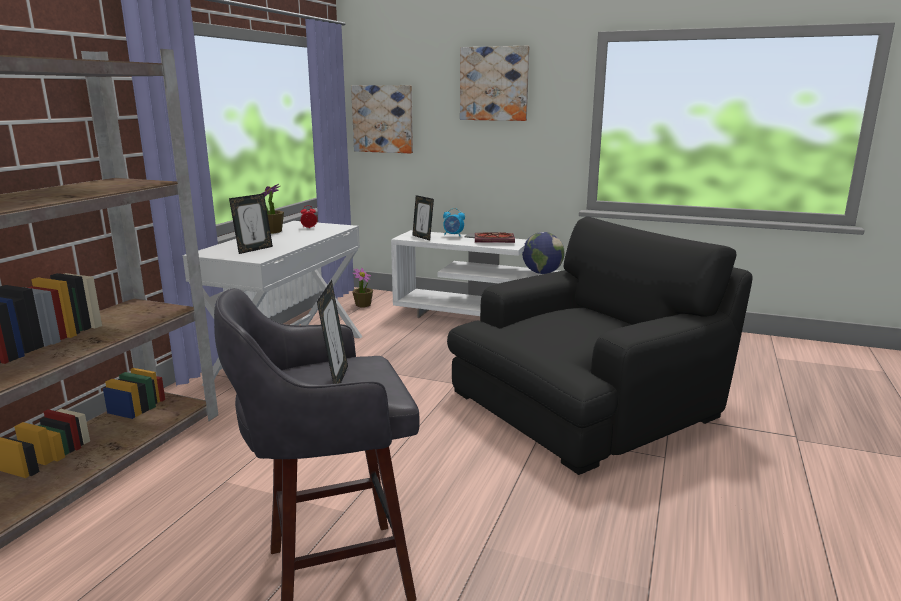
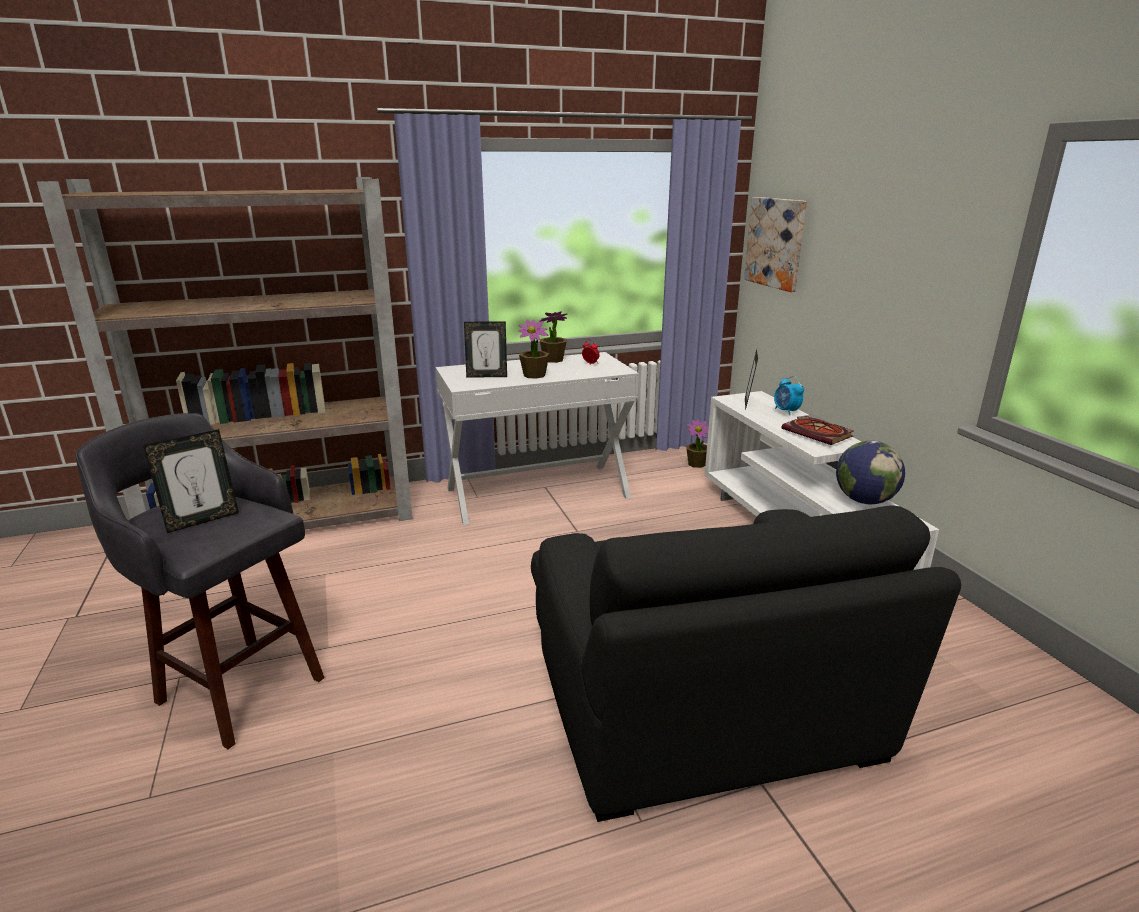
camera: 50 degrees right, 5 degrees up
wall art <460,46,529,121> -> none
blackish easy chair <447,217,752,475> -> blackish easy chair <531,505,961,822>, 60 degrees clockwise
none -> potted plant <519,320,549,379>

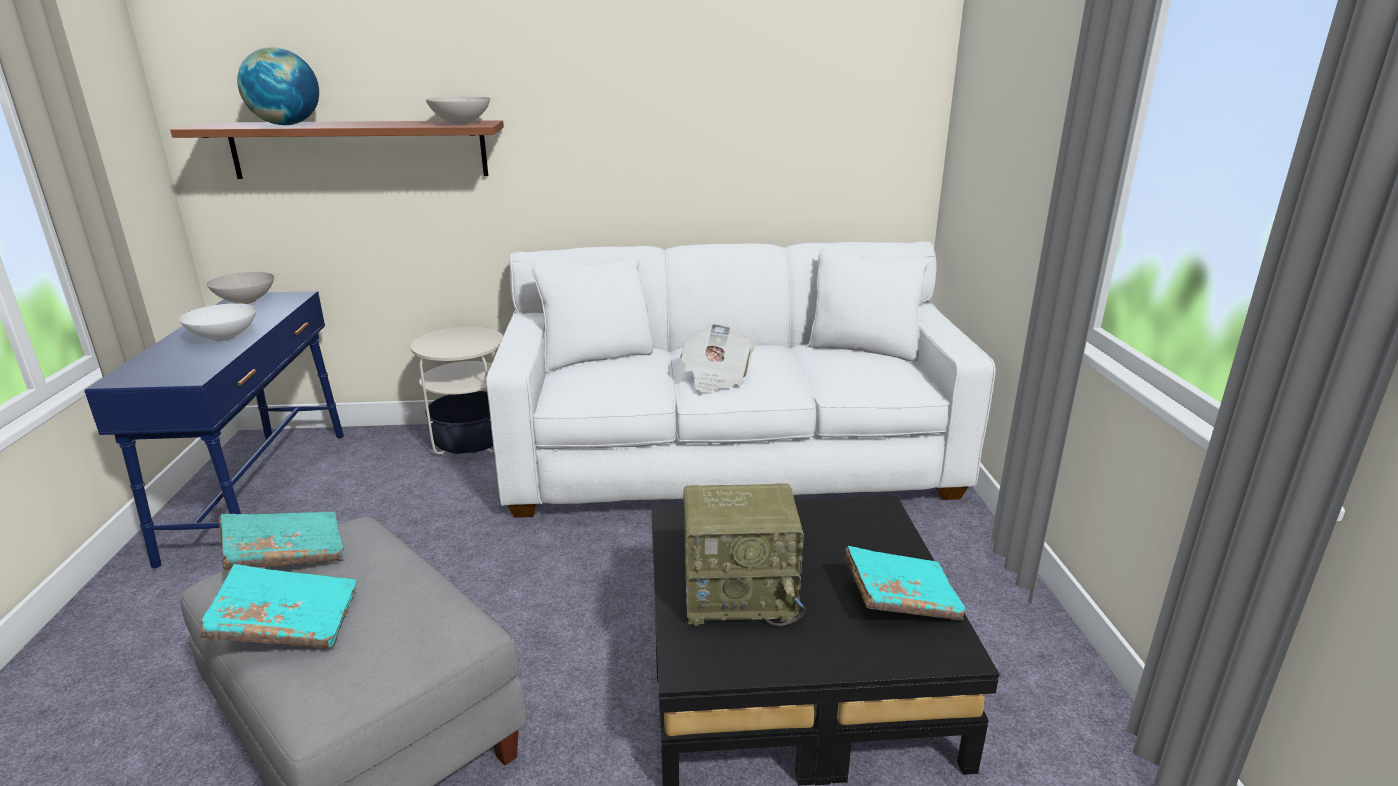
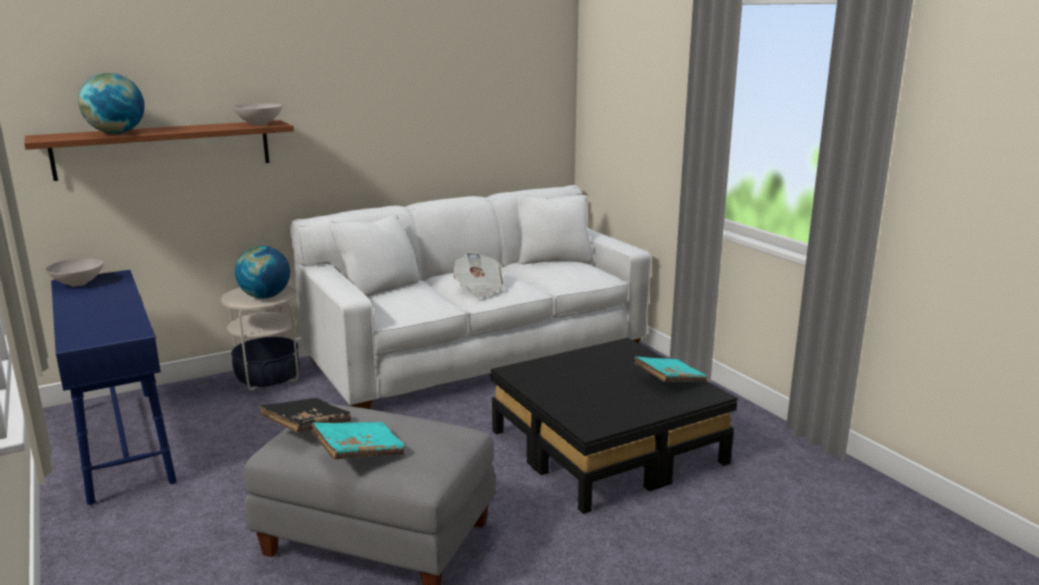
camera: 25 degrees left, 5 degrees down
white-coloured bowl <179,303,256,342> -> none
radio <683,483,805,627> -> none
turquoise book <219,512,344,570> -> blackish book <259,398,351,432>
none -> globe <235,246,290,299>

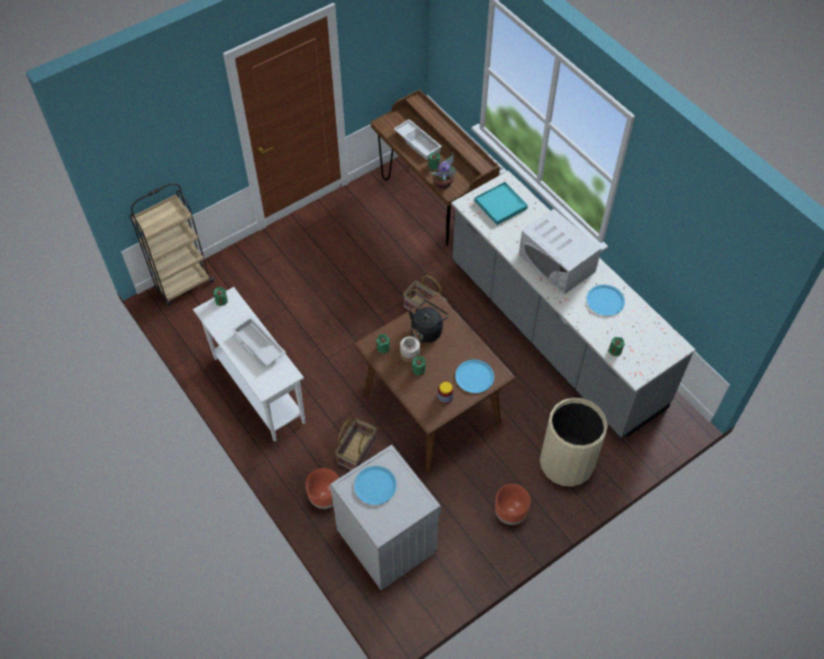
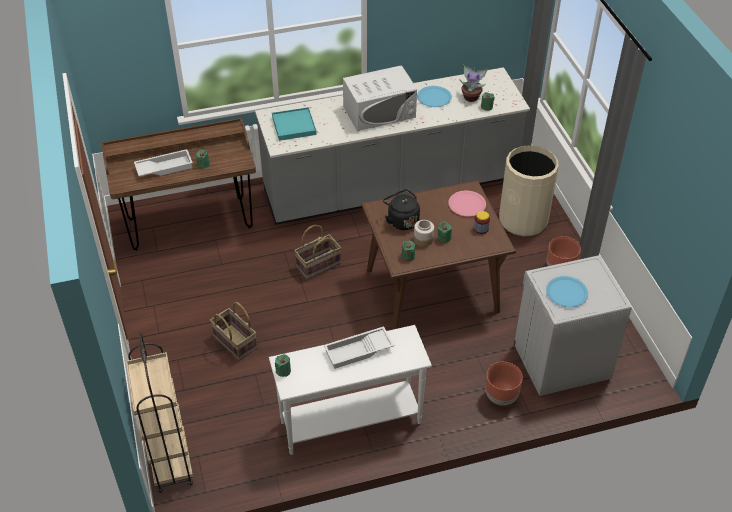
camera: 70 degrees left, 10 degrees down
potted plant <430,152,457,189> -> potted plant <459,64,489,102>, shifted
bluish dinner plate <455,360,494,393> -> pink dinner plate <448,191,486,217>
household basket <335,418,377,470> -> household basket <210,302,257,361>, shifted

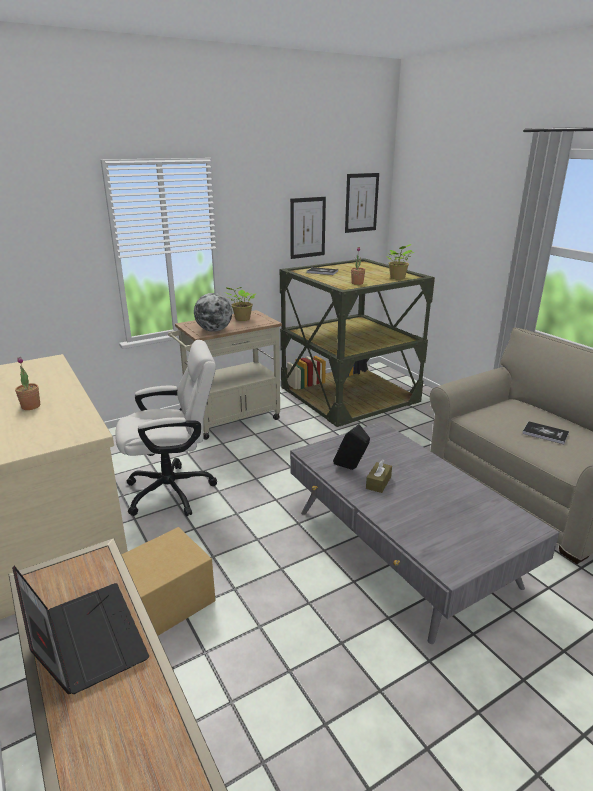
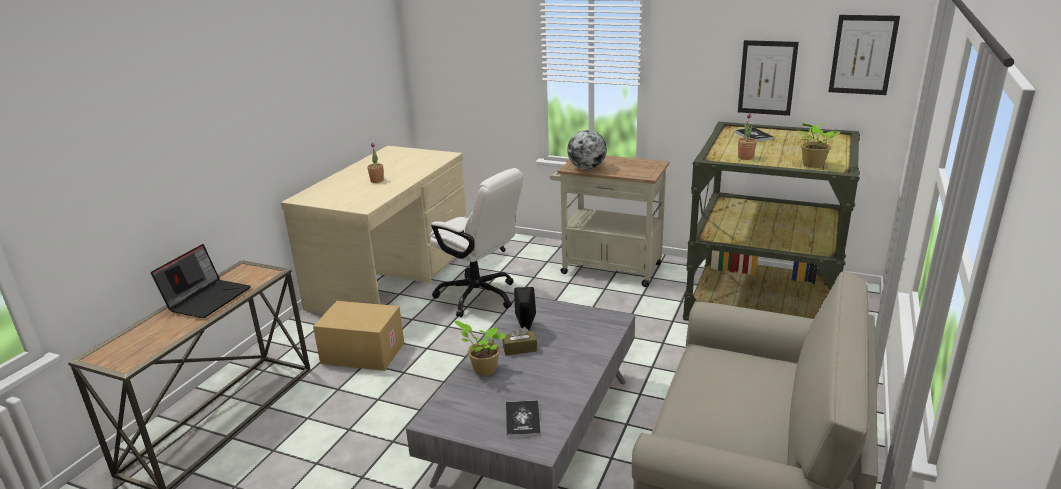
camera: 55 degrees right, 0 degrees up
potted plant <224,287,256,321> -> potted plant <454,321,506,376>, shifted
book <522,421,569,444> -> book <506,400,541,438>, shifted

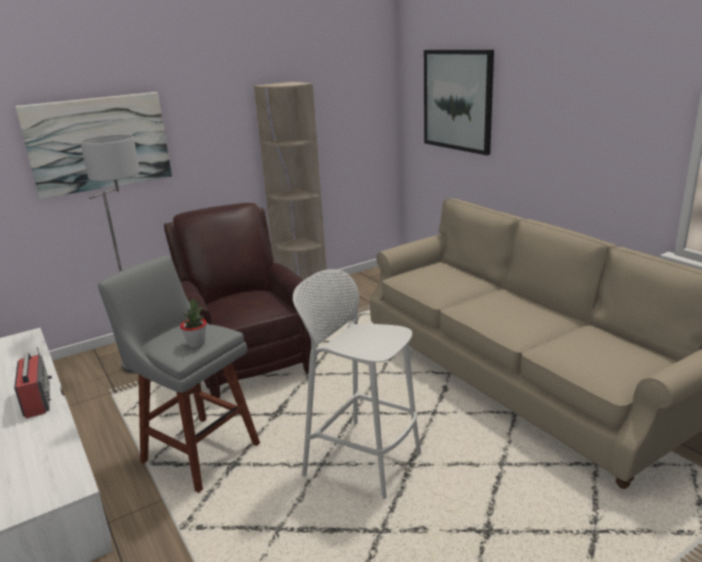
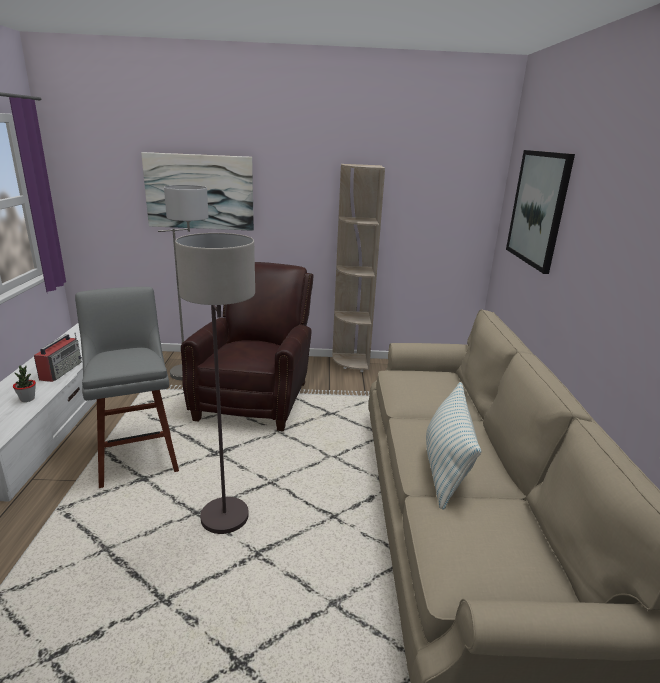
camera: 30 degrees right, 0 degrees up
white-coloured stool seat <293,269,421,499> -> gray standard lamp <175,233,255,534>
potted plant <180,298,207,347> -> potted plant <13,365,36,402>, shifted
none -> cushion <426,382,481,510>

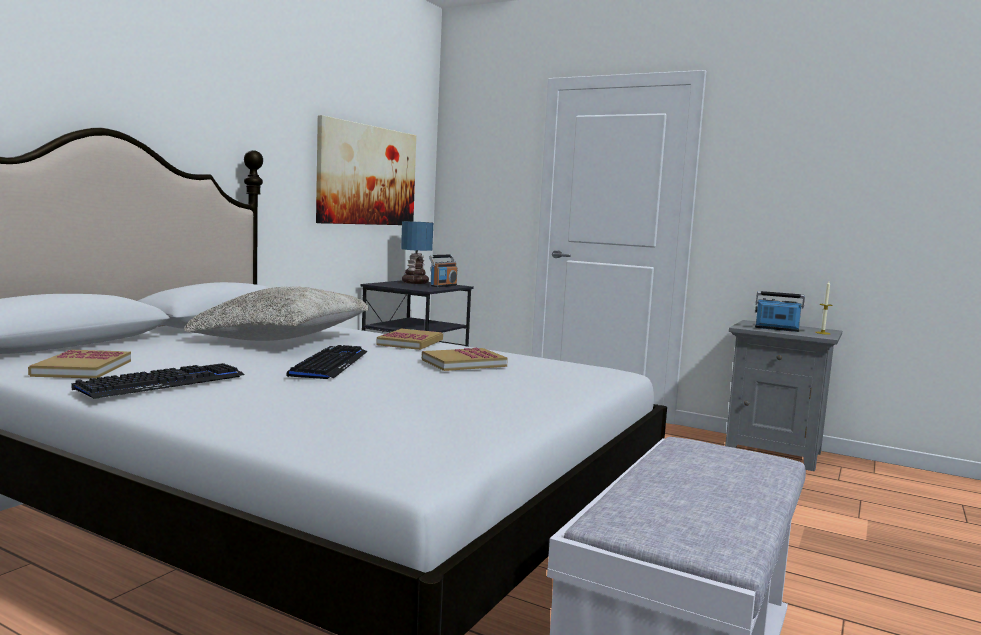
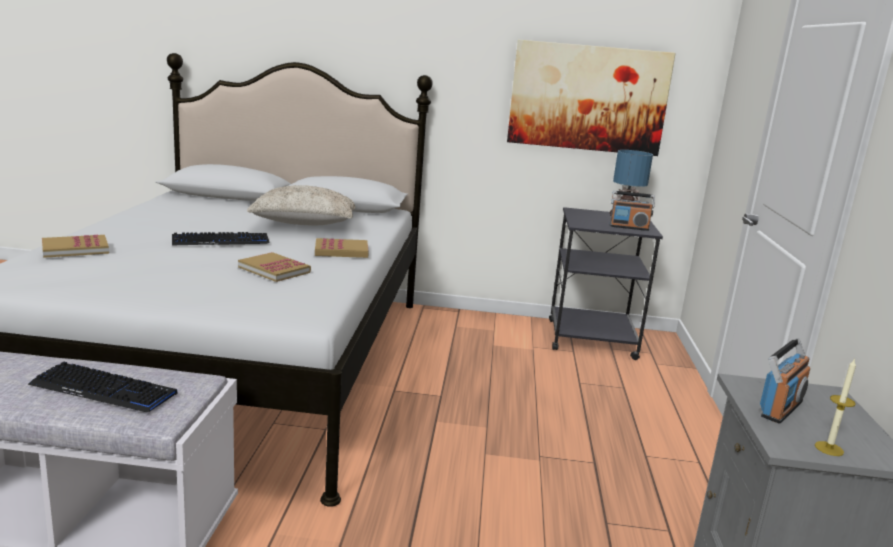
camera: 65 degrees right, 10 degrees up
radio <755,291,805,332> -> radio <760,338,810,424>, 45 degrees clockwise
book <28,350,131,379> -> book <42,234,109,258>, shifted
keyboard <71,363,245,399> -> keyboard <28,362,177,412>, shifted

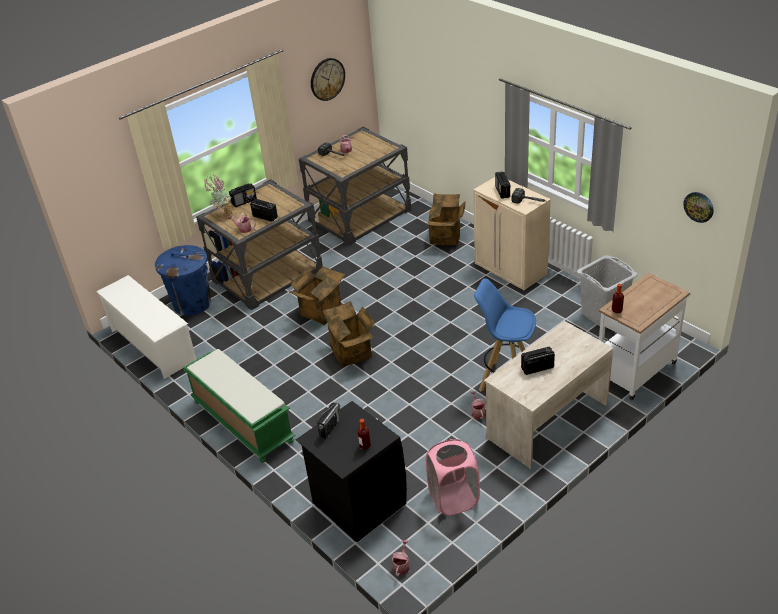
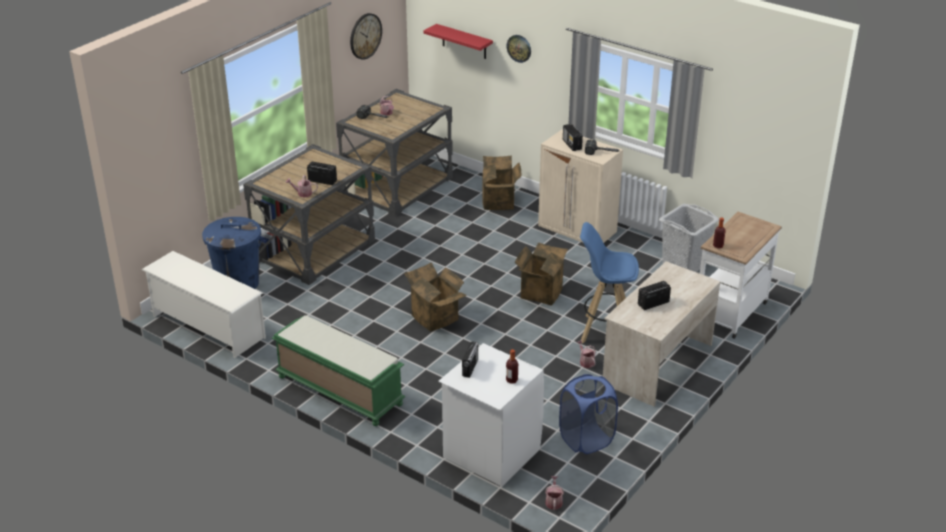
camera: 15 degrees left, 5 degrees down
potted plant <203,174,233,220> -> none
radio <229,183,257,207> -> none
wall clock <683,192,713,223> -> wall clock <506,35,531,63>, shifted
carton <289,266,345,325> -> carton <515,242,568,306>, shifted
blackish laundry appliance <296,401,407,542> -> white-coloured laundry appliance <438,343,544,487>
pink washing basket <426,439,480,516> -> bluish washing basket <559,374,618,454>
none -> red wall shelf <424,24,493,59>

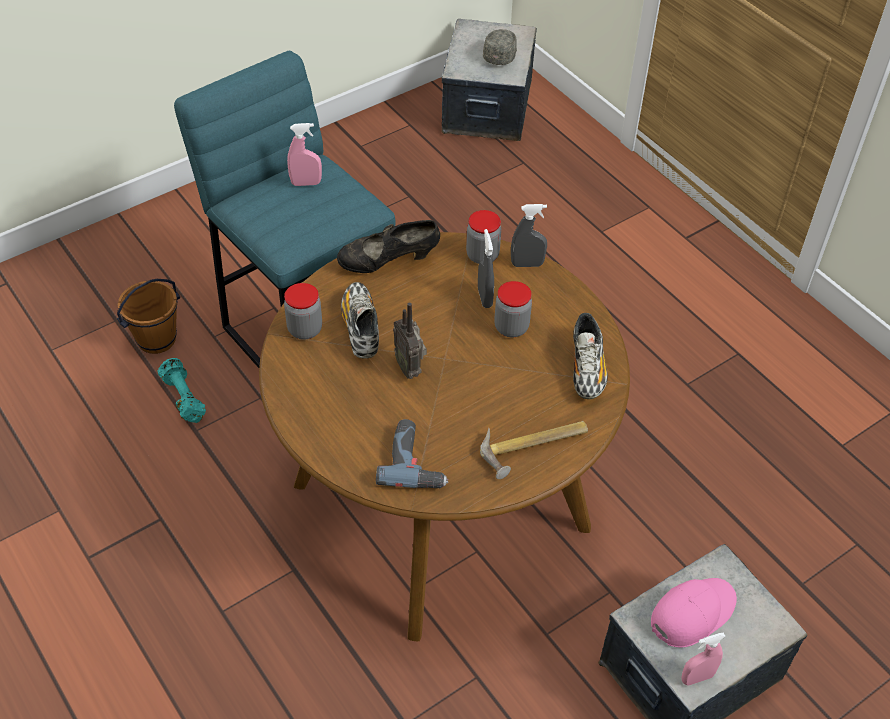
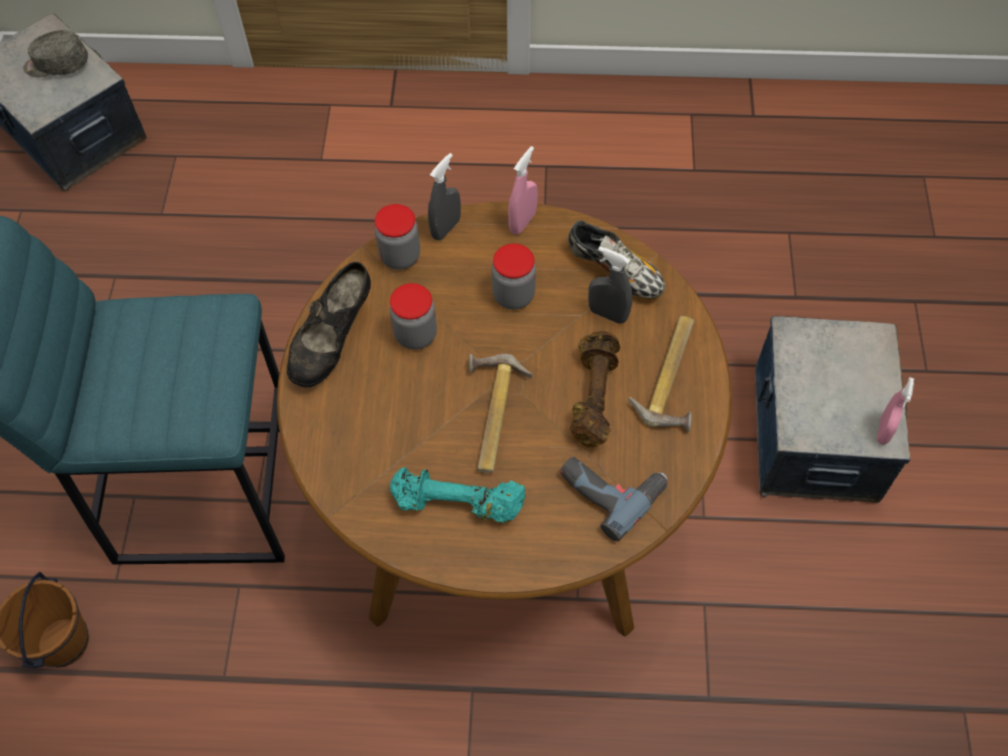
camera: 50 degrees left, 10 degrees up
gray cap <483,29,517,65> -> gray cap <23,30,88,77>, 60 degrees counterclockwise
pink sprayer <287,123,322,186> -> pink sprayer <508,146,538,234>, shifted
gray sprayer <478,229,494,308> -> gray sprayer <588,246,632,324>, shifted
item of footwear <341,282,379,359> -> none
jar <284,283,322,340> -> jar <390,283,437,350>, shifted
radio <393,303,427,379> -> hand hammer <469,354,532,473>
turquoise free weight <157,358,206,423> -> turquoise free weight <390,467,526,523>, shifted
pink cap <651,578,737,648> -> none
none -> brown-coloured free weight <570,331,620,448>

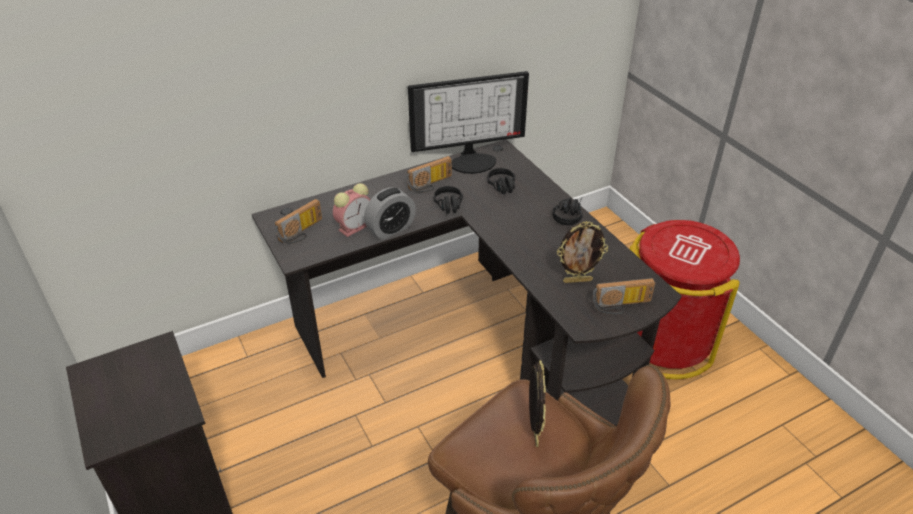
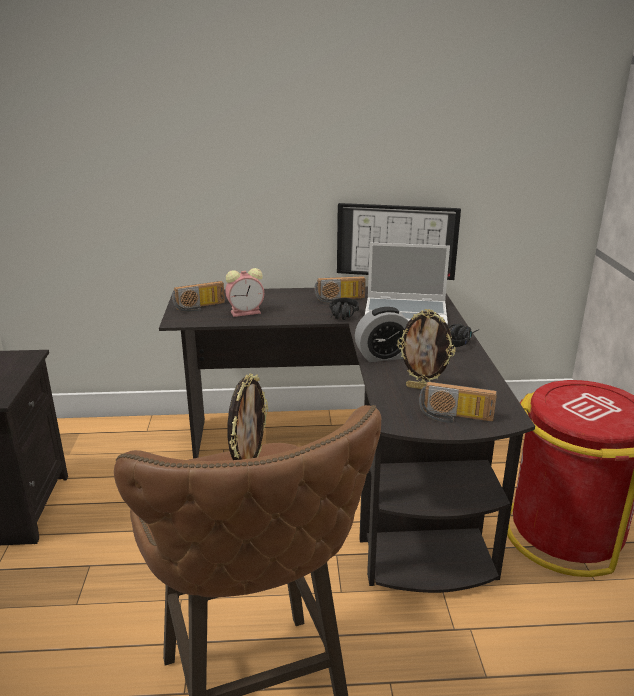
camera: 25 degrees right, 15 degrees down
blackish headset <487,168,515,196> -> laptop <365,243,450,325>
table clock <364,188,416,239> -> table clock <355,307,409,362>, shifted

